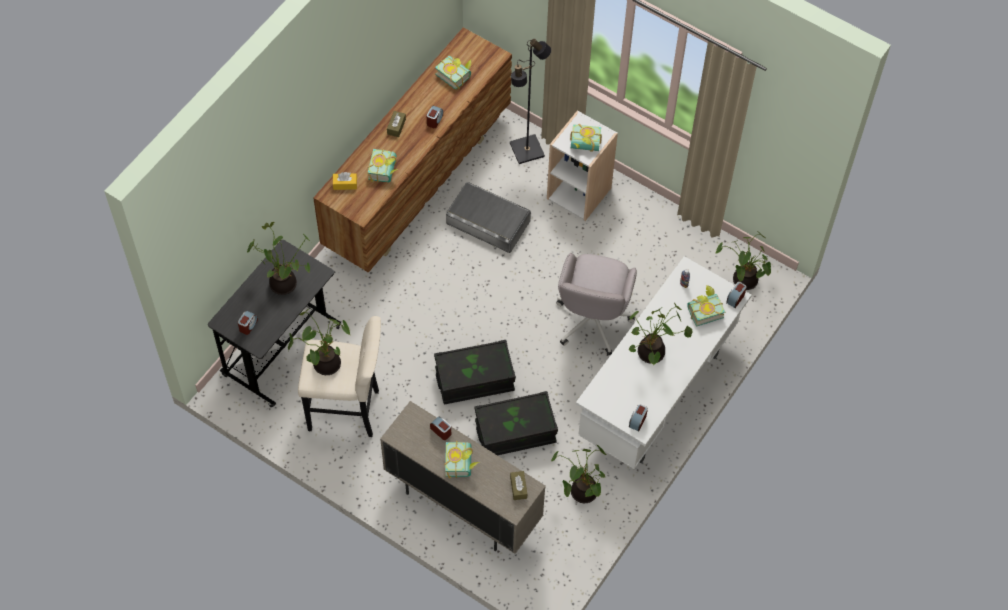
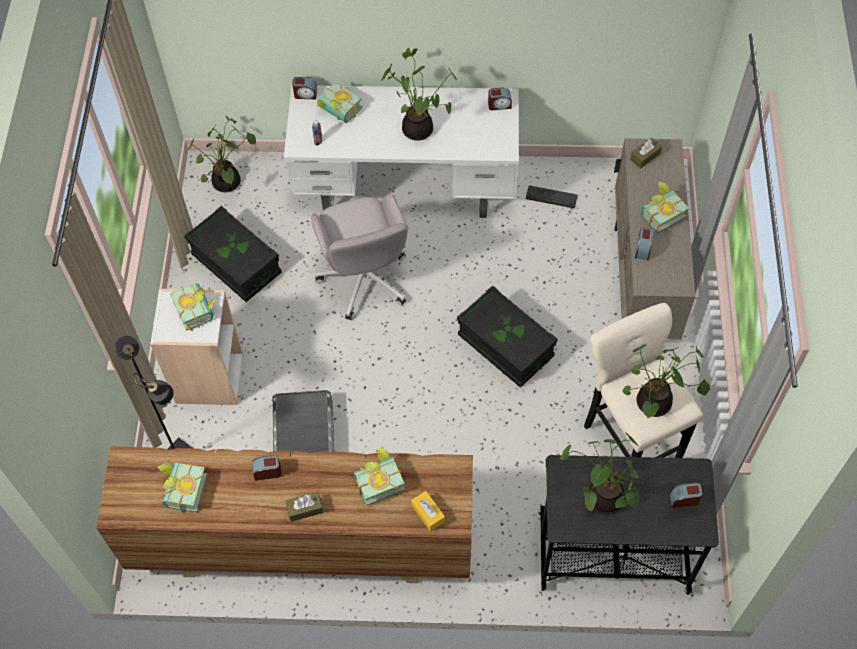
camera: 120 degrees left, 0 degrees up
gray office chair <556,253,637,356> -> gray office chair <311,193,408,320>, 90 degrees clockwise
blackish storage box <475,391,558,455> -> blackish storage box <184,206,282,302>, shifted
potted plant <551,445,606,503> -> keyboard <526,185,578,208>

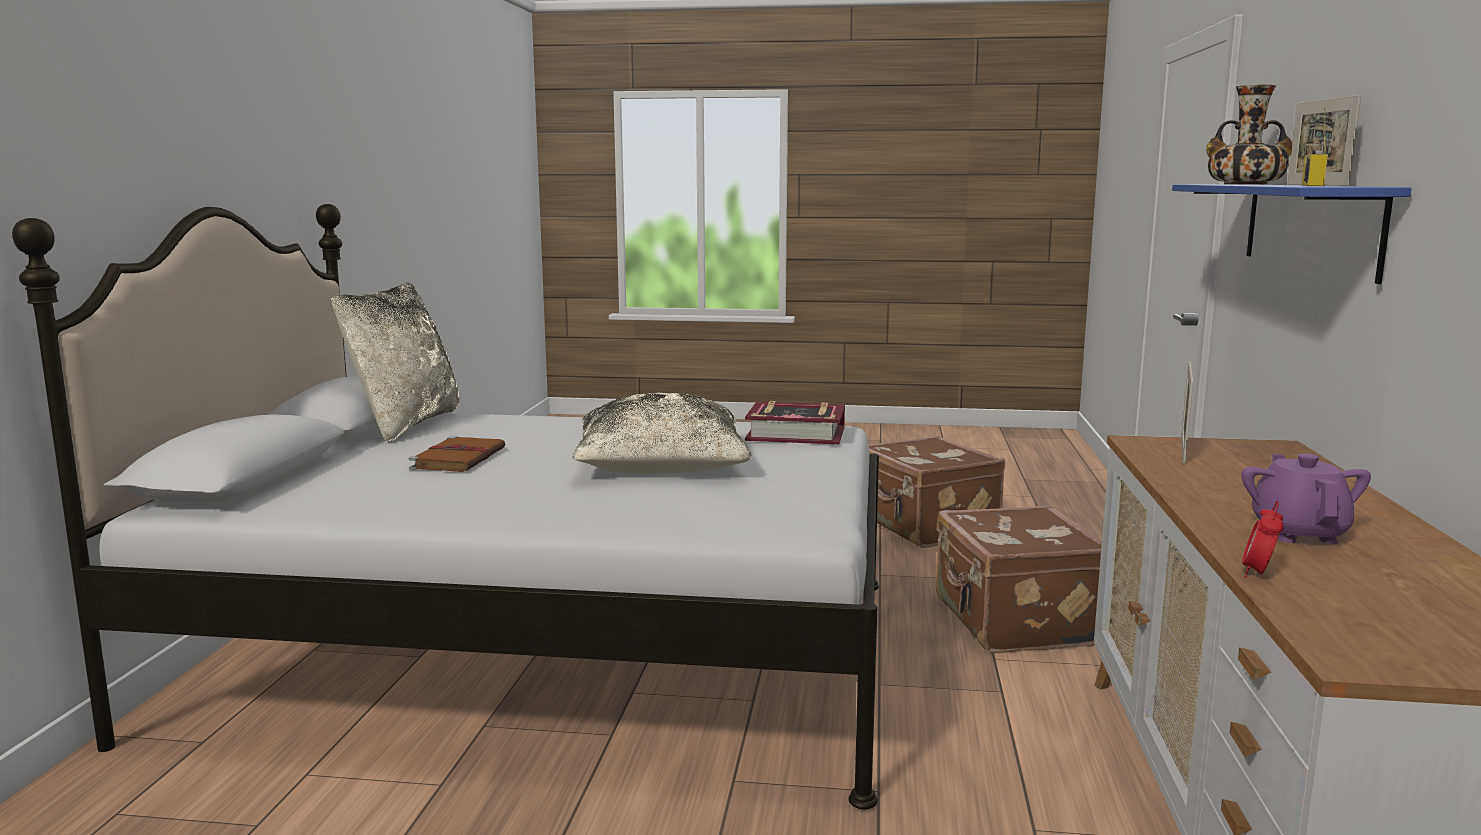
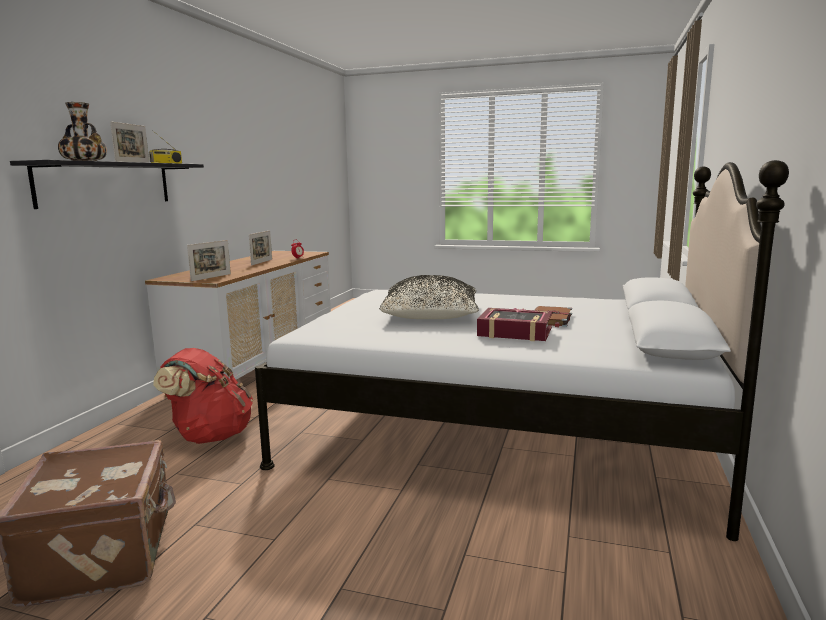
camera: 170 degrees left, 0 degrees up
bluish wall shelf <1172,184,1412,284> -> blackish wall shelf <10,160,204,209>
sand-coloured cushion <330,282,460,442> -> none
book <745,401,845,445> -> book <477,308,552,341>, shifted
purple-coloured pot for tea <1241,453,1371,544> -> photo frame <249,230,272,265>
brown-coloured suitcase <936,506,1102,653> -> red backpack <153,348,253,444>

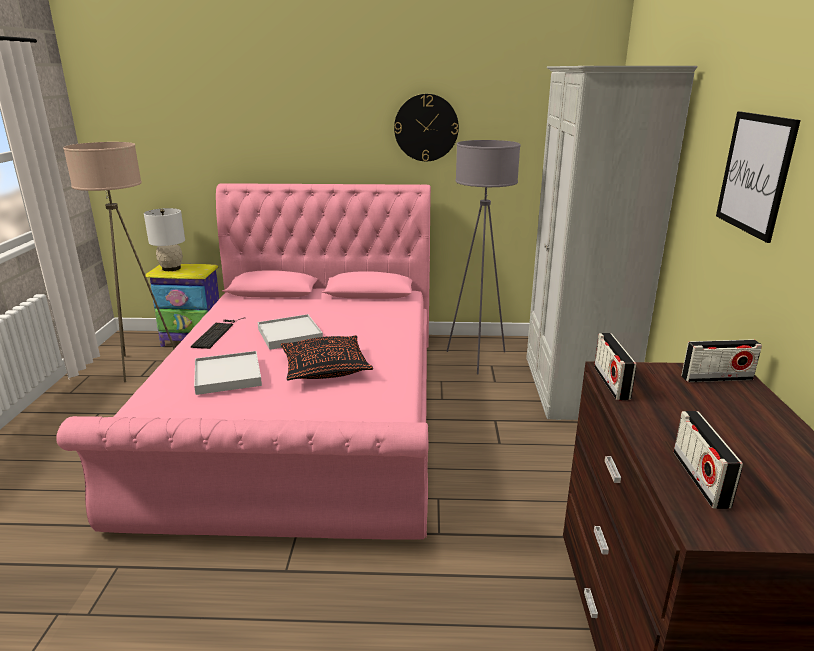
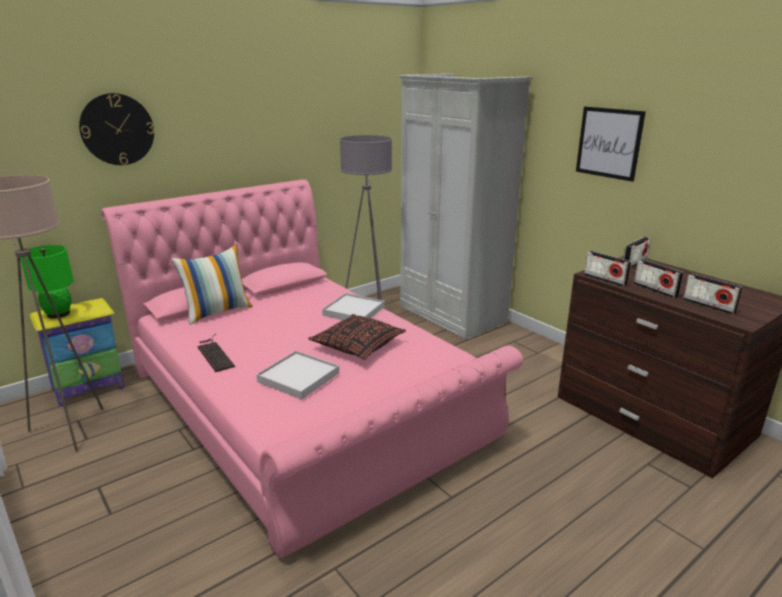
camera: 40 degrees left, 0 degrees up
wall clock <394,94,459,161> -> wall clock <79,93,154,165>, shifted
white-coloured tabletop lamp <144,208,185,271> -> greenish tabletop lamp <20,245,74,319>
white-coloured serving tray <258,314,323,350> -> white-coloured serving tray <322,293,385,320>, shifted
none -> cushion <172,244,252,325>
none -> radio <634,259,684,298>

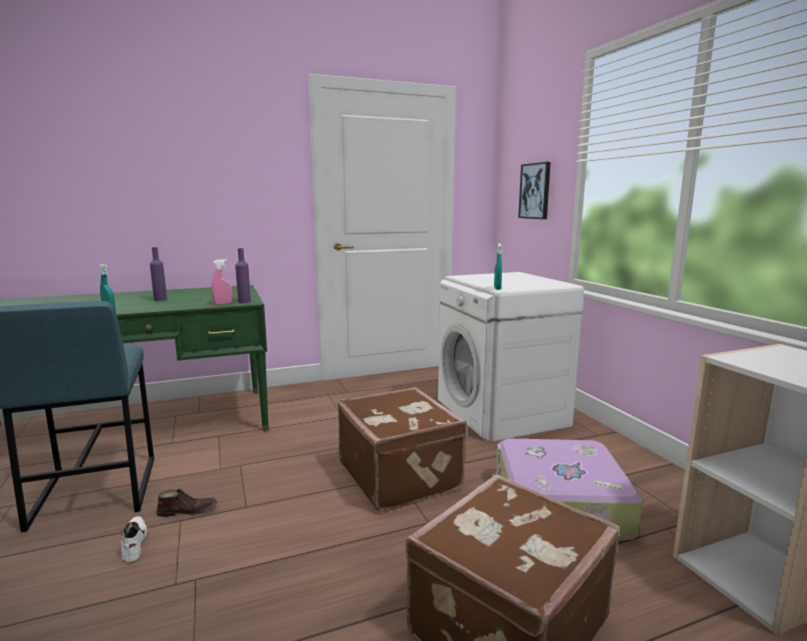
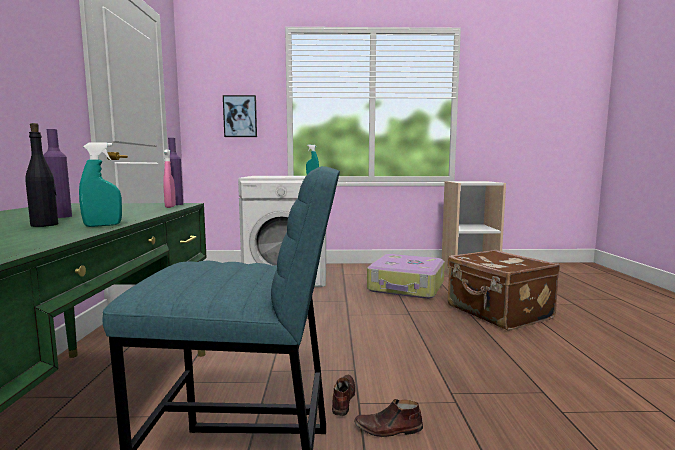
camera: 70 degrees left, 5 degrees down
brown-coloured suitcase <338,387,467,512> -> none
white-coloured item of footwear <121,516,147,562> -> brown-coloured item of footwear <354,399,423,437>
none -> blackish beverage bottle <25,123,58,227>

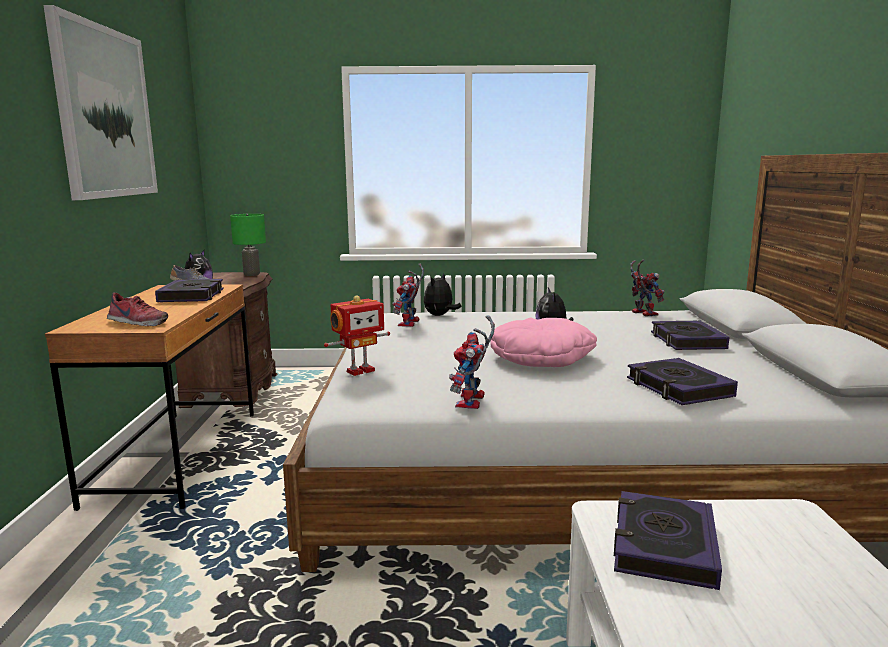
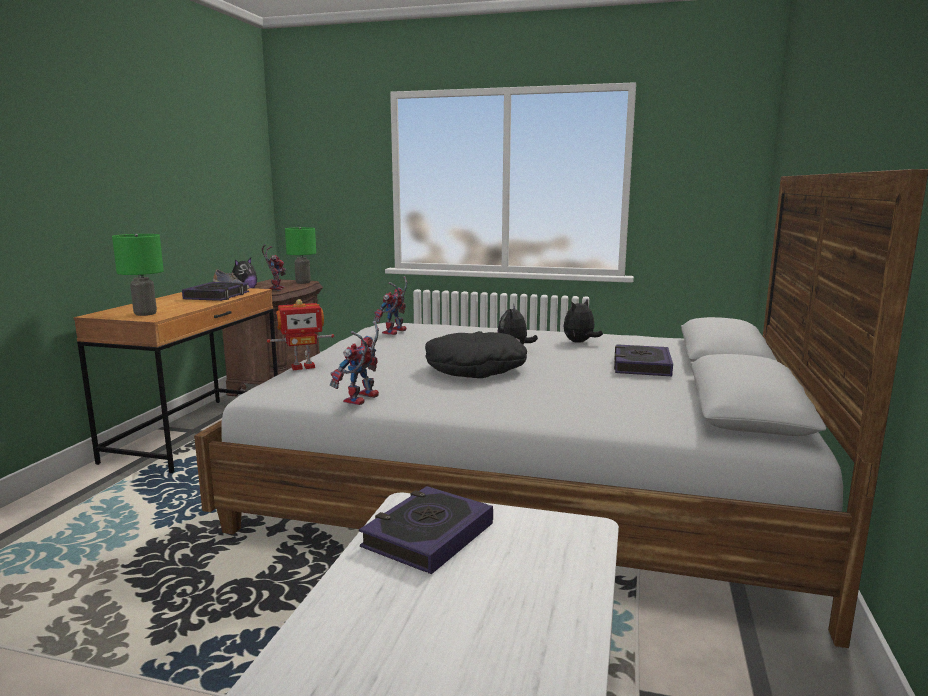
camera: 15 degrees right, 0 degrees up
wall art <43,5,158,200> -> none
model robot <630,259,664,317> -> model robot <262,244,286,291>, shifted
plush toy <424,273,462,316> -> plush toy <563,299,603,343>, shifted
item of footwear <107,292,168,326> -> greenish tabletop lamp <112,234,164,316>
pink cushion <491,317,597,367> -> blackish cushion <425,331,527,378>
book <627,358,738,405> -> none

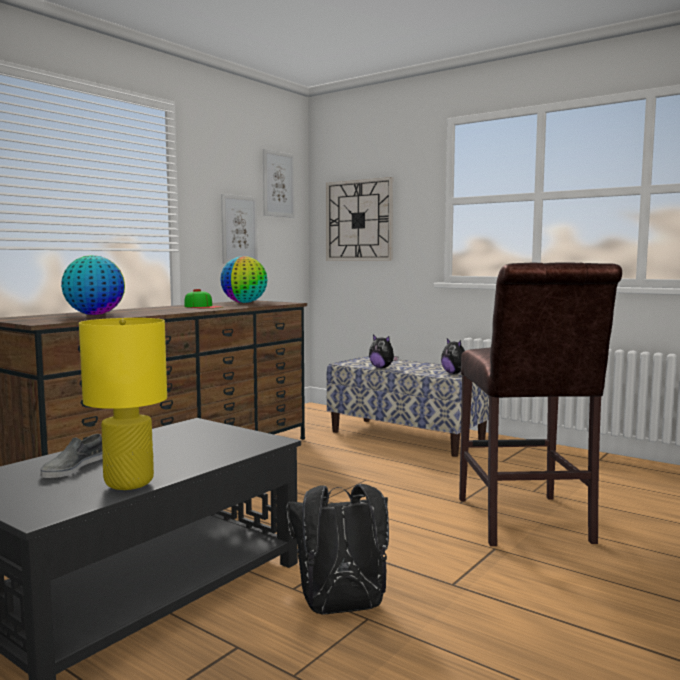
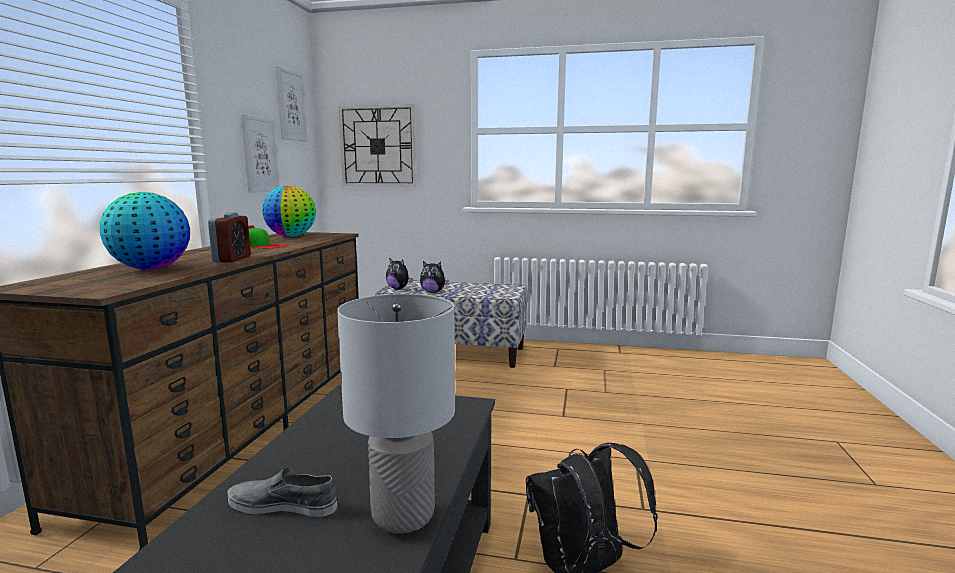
camera: 25 degrees left, 5 degrees up
brown-coloured stool seat <459,263,622,546> -> none
yellowish tabletop lamp <79,318,167,490> -> gray tabletop lamp <337,294,455,534>
plush toy <441,339,465,374> -> plush toy <386,258,413,289>, shifted
gray item of footwear <40,434,103,478> -> gray item of footwear <227,467,337,517>, 105 degrees clockwise
none -> table clock <208,212,251,263>

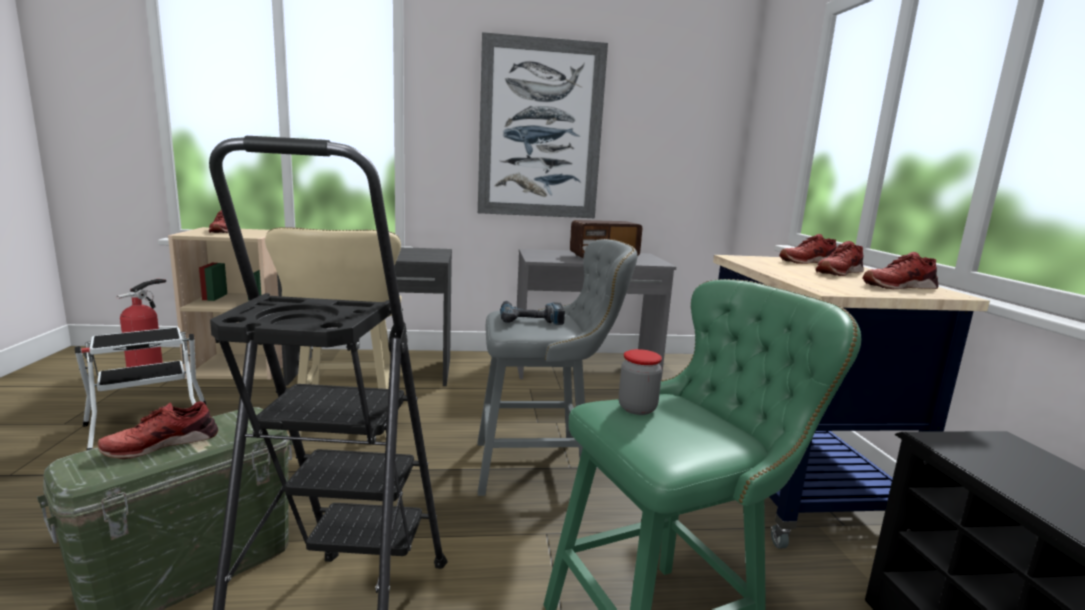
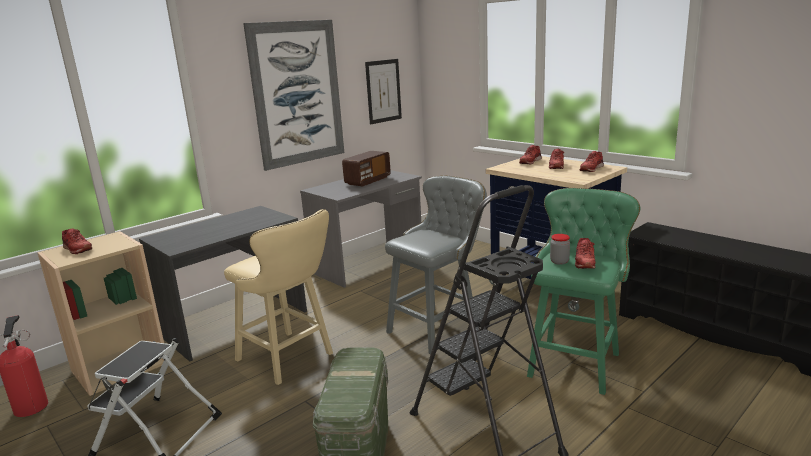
camera: 35 degrees left, 5 degrees up
power drill <500,301,565,325> -> none
red item of footwear <97,401,218,459> -> red item of footwear <575,238,596,269>, shifted
none -> wall art <365,59,402,124>

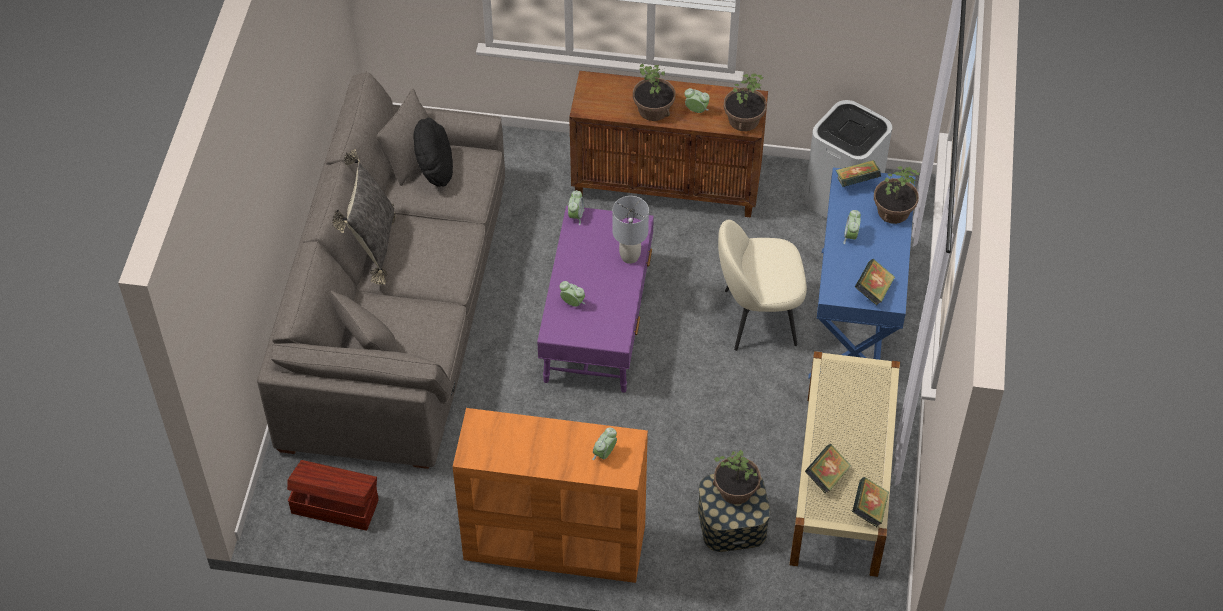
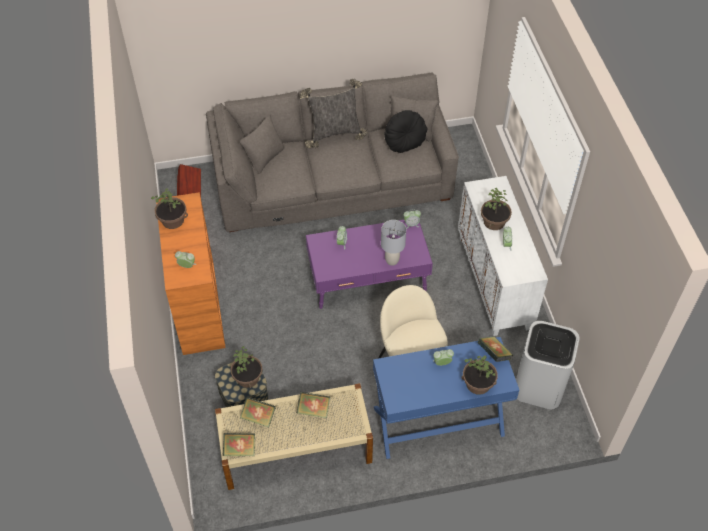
camera: 70 degrees right, 0 degrees up
brown-coloured cupboard <569,71,768,217> -> white-coloured cupboard <458,176,548,336>
potted plant <724,73,767,131> -> potted plant <151,188,188,229>, shifted
book <855,259,895,306> -> book <297,392,330,418>, shifted

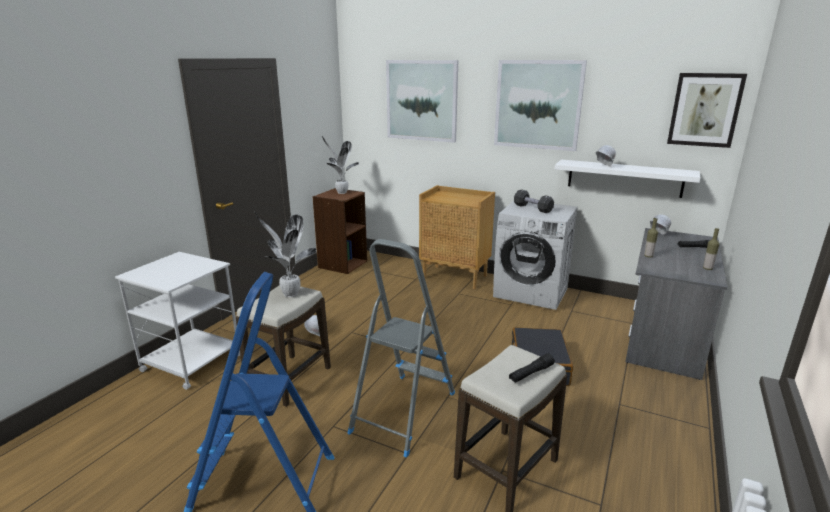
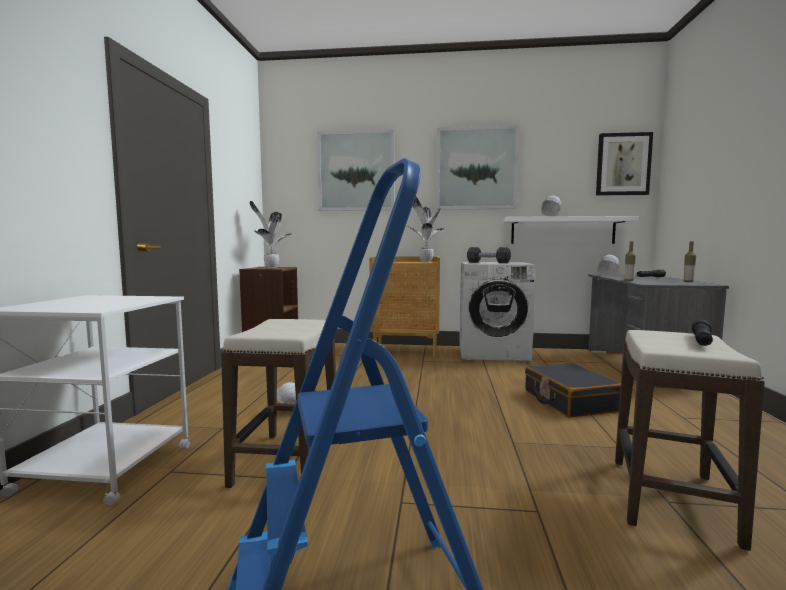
camera: 20 degrees left, 15 degrees down
potted plant <254,211,316,297> -> potted plant <408,197,445,262>, shifted
gray stepladder <347,239,455,457> -> none

